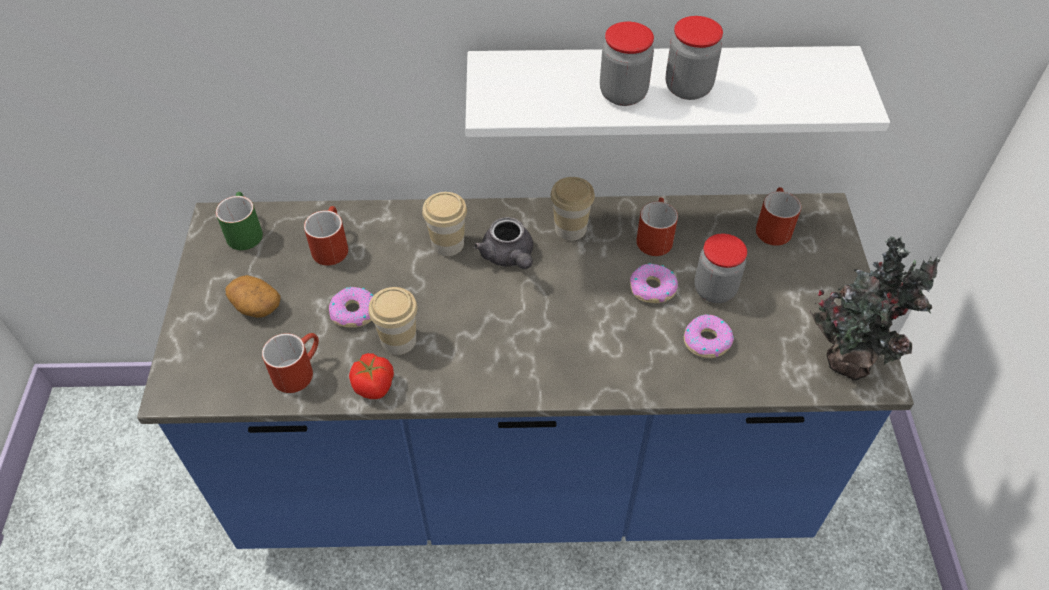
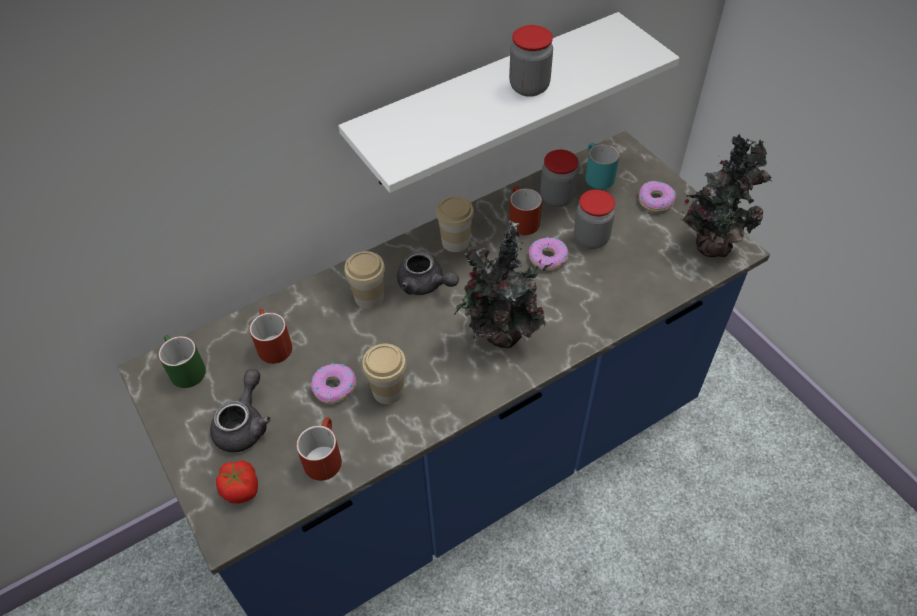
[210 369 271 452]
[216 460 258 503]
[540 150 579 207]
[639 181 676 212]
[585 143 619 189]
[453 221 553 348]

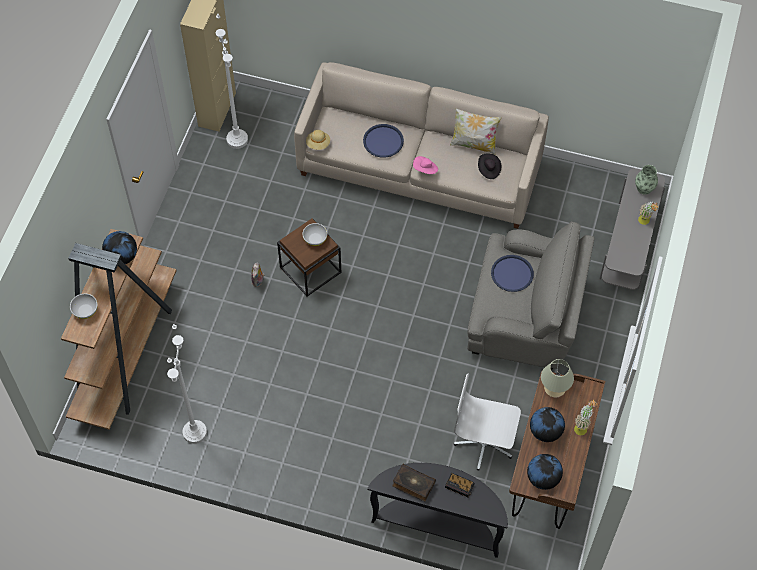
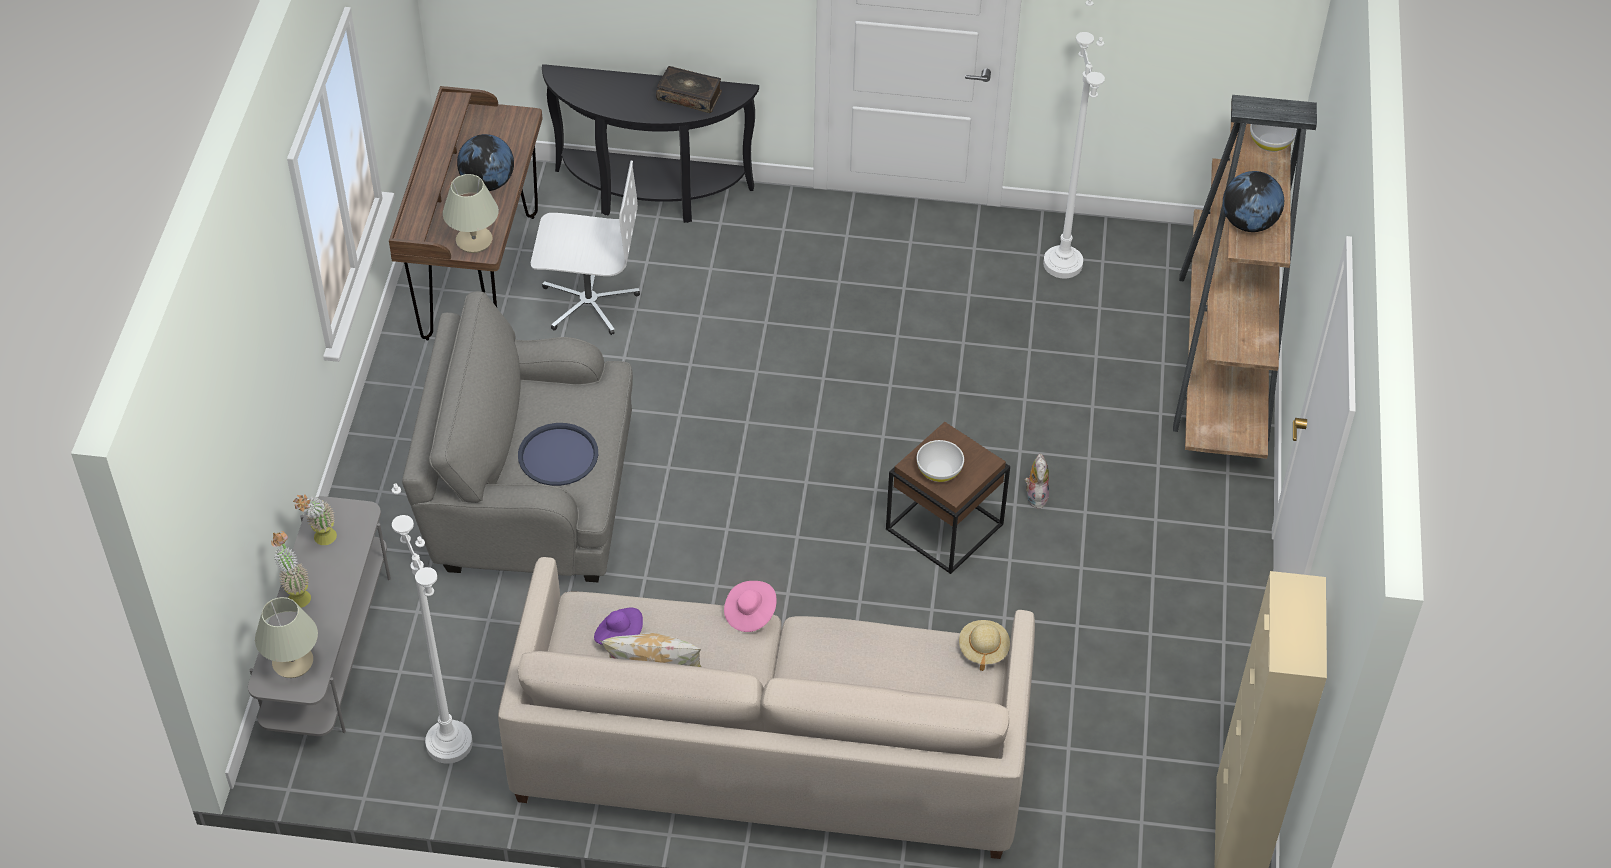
[392 483 473 764]
[363 124 404 158] (first image)
[445 473 475 497] (first image)
[594 608 643 645]
[527 454 563 490] (first image)
[293 494 337 545]
[255 597 318 678]

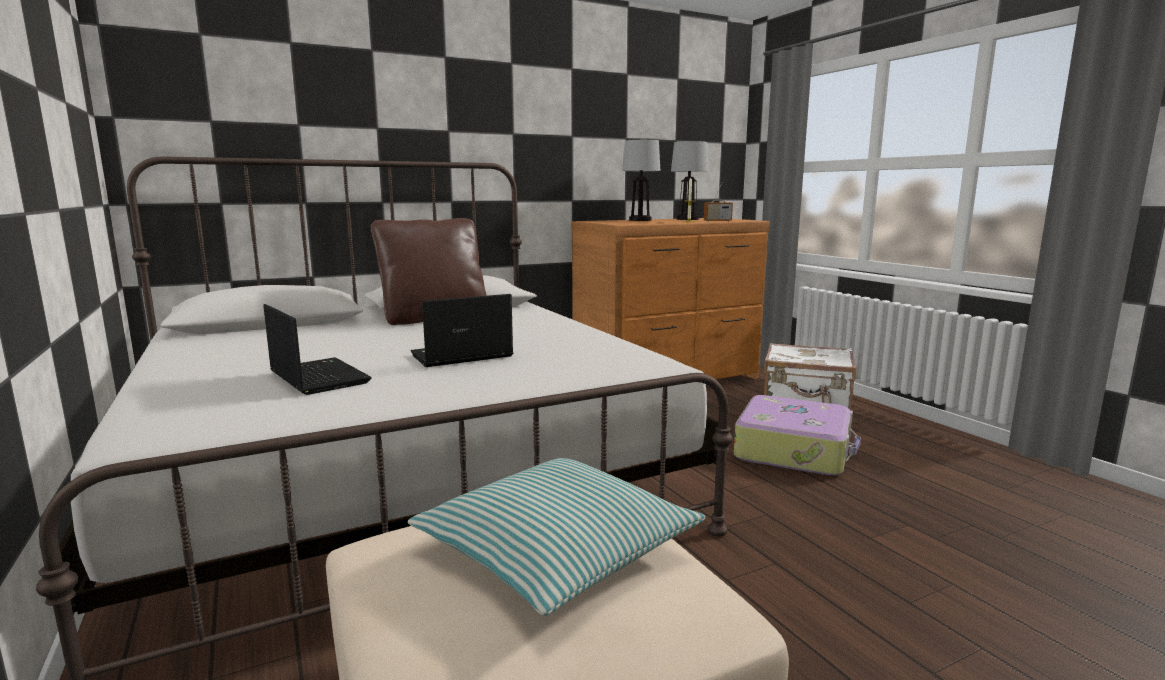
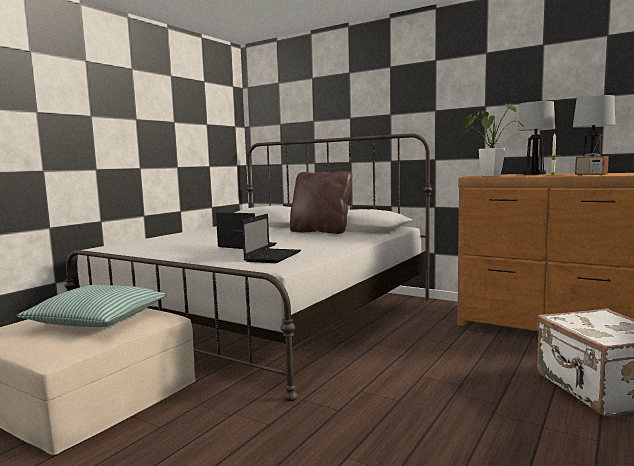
[242 214 301 263]
[734 395 861 476] (first image)
[463 104 524 176]

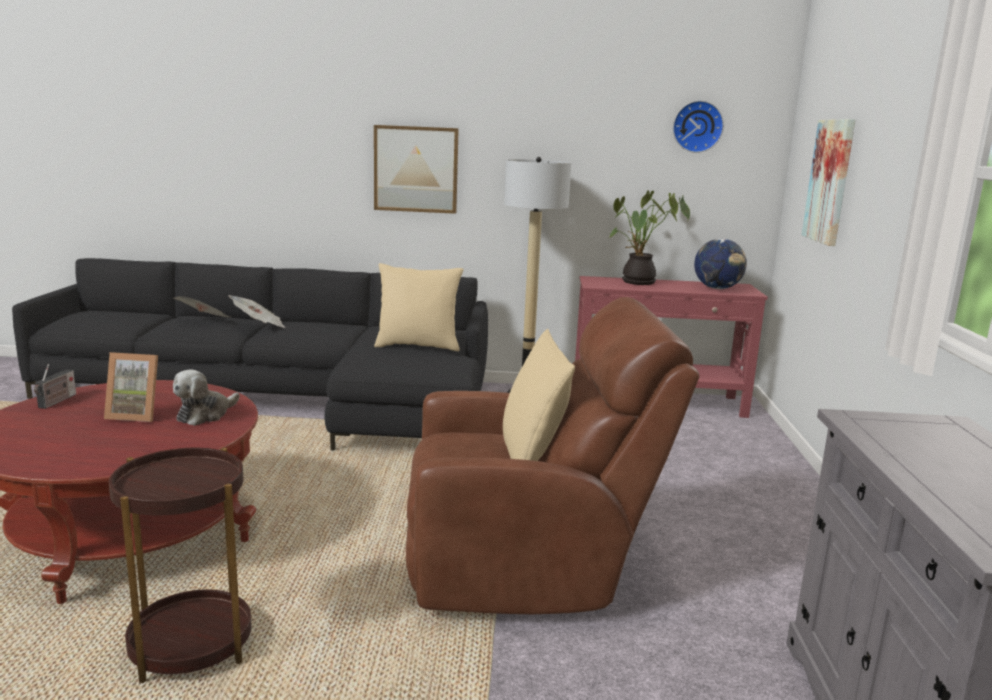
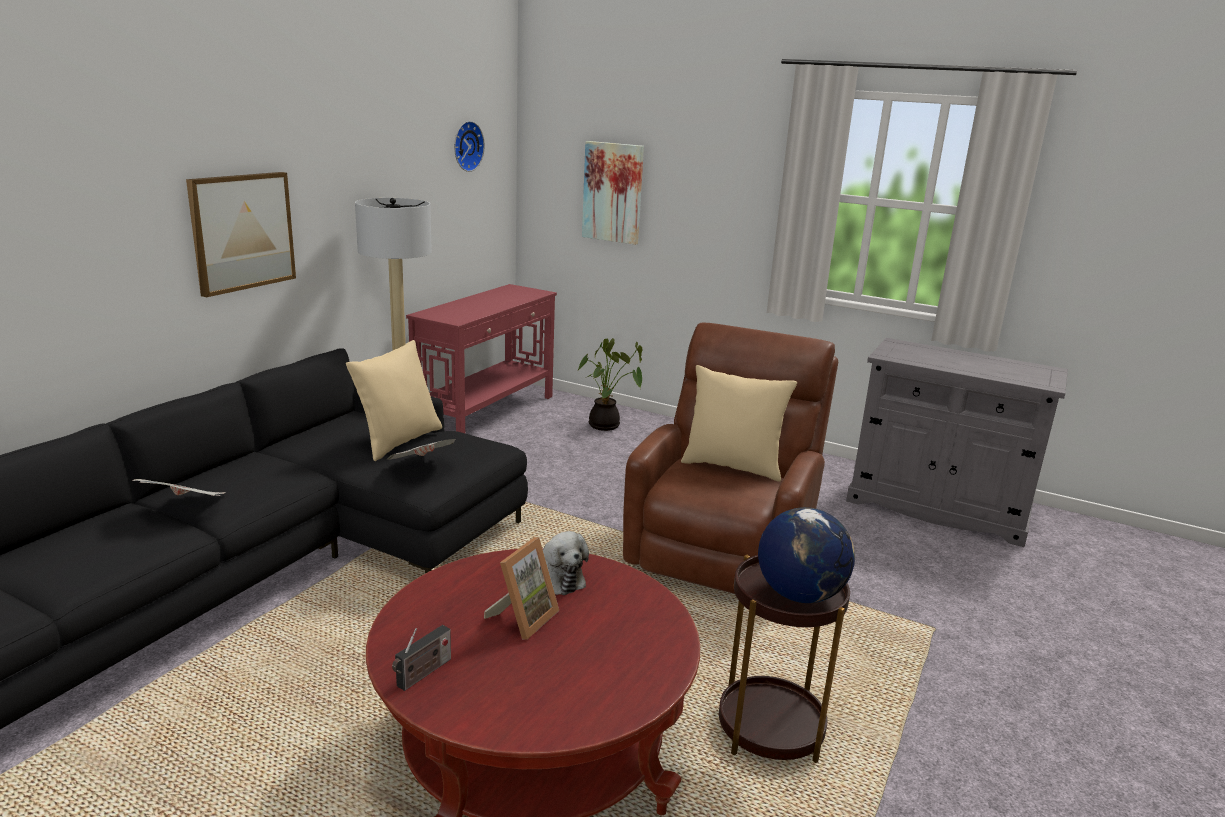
[392 625 451 691]
[387 439 456 460]
[577 338 643 431]
[758 507 855 603]

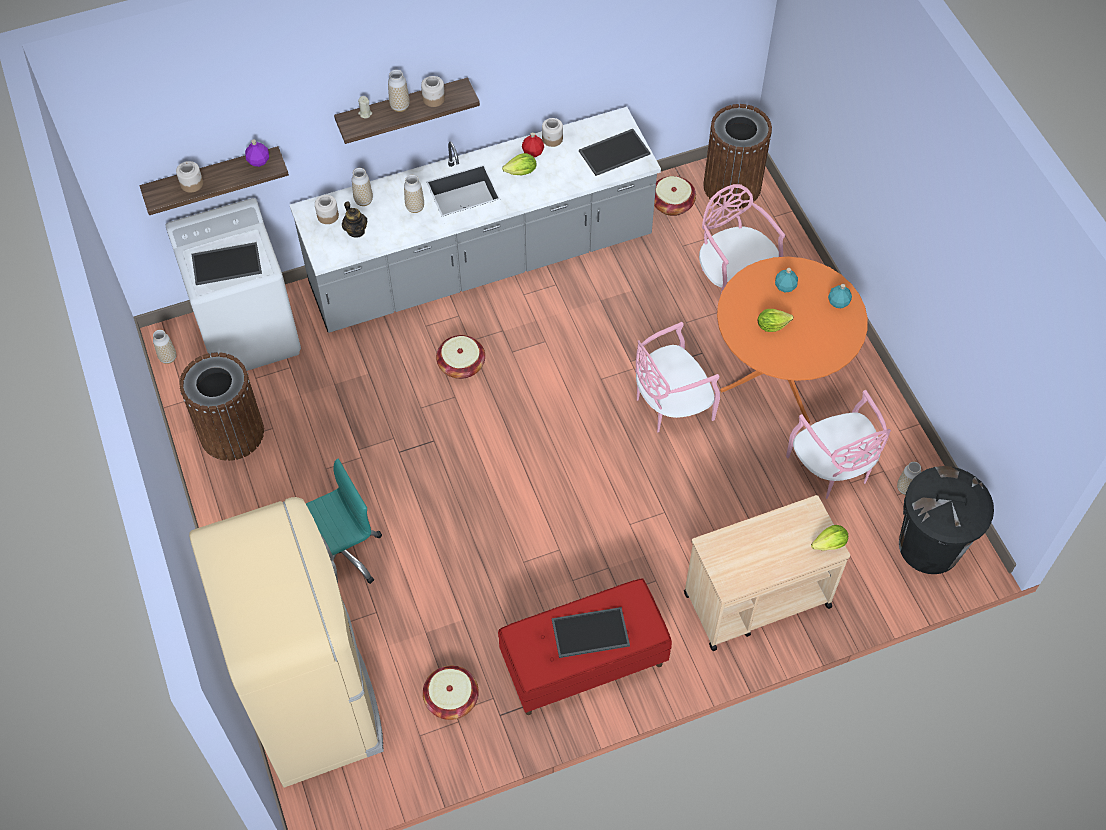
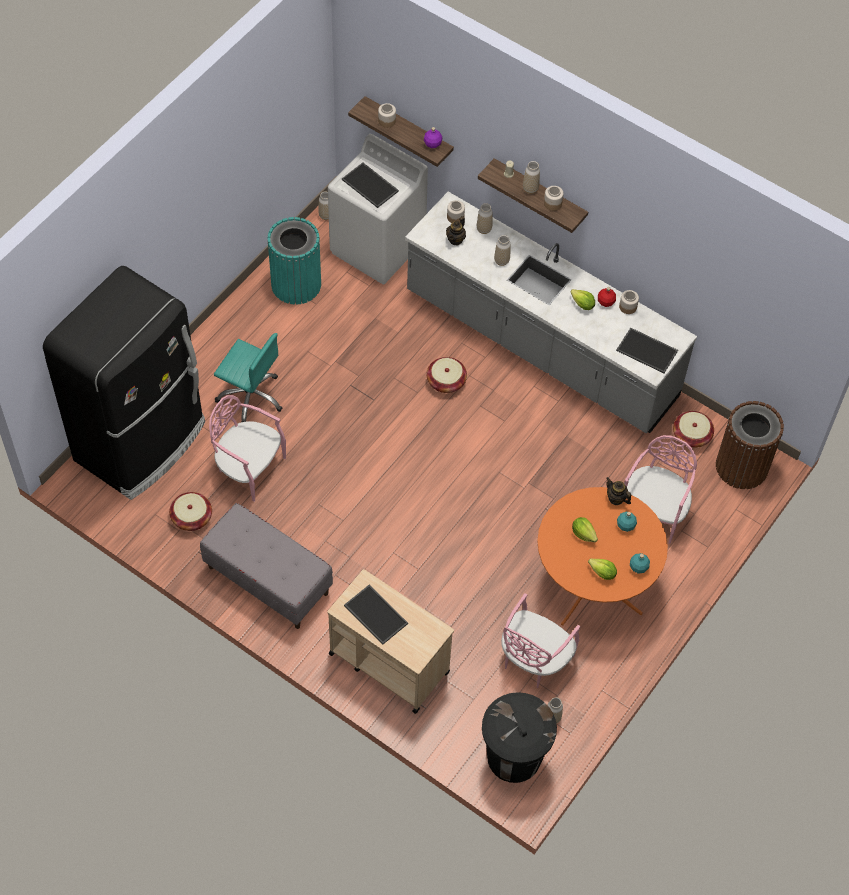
[267 217 321 305]
[43 266 205 500]
[200 503 333 629]
[344 585 408 645]
[209 395 286 502]
[588 558 617 580]
[606 477 631 505]

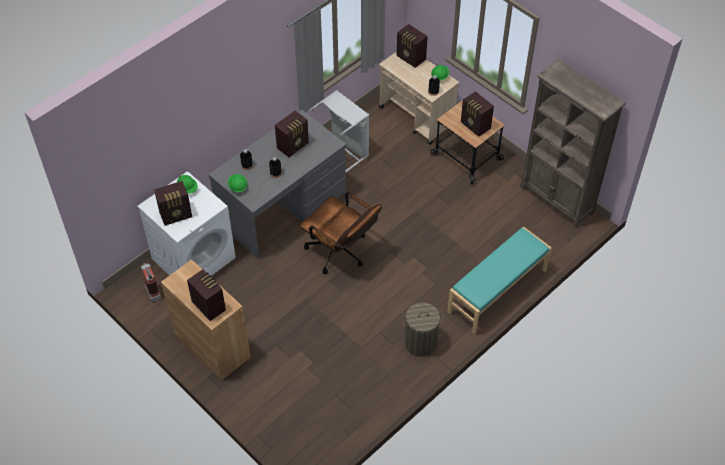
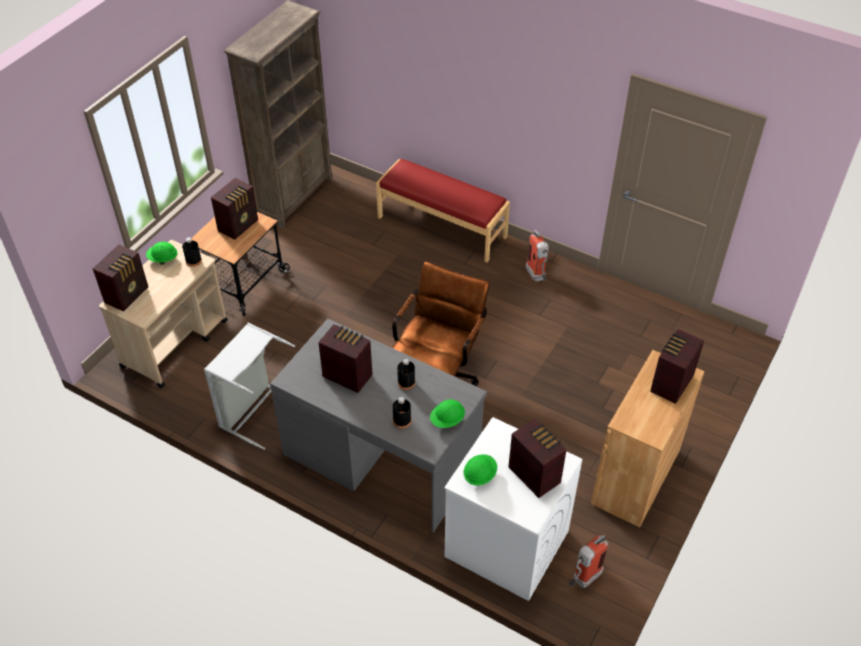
[526 230 549 282]
[376 159 510 262]

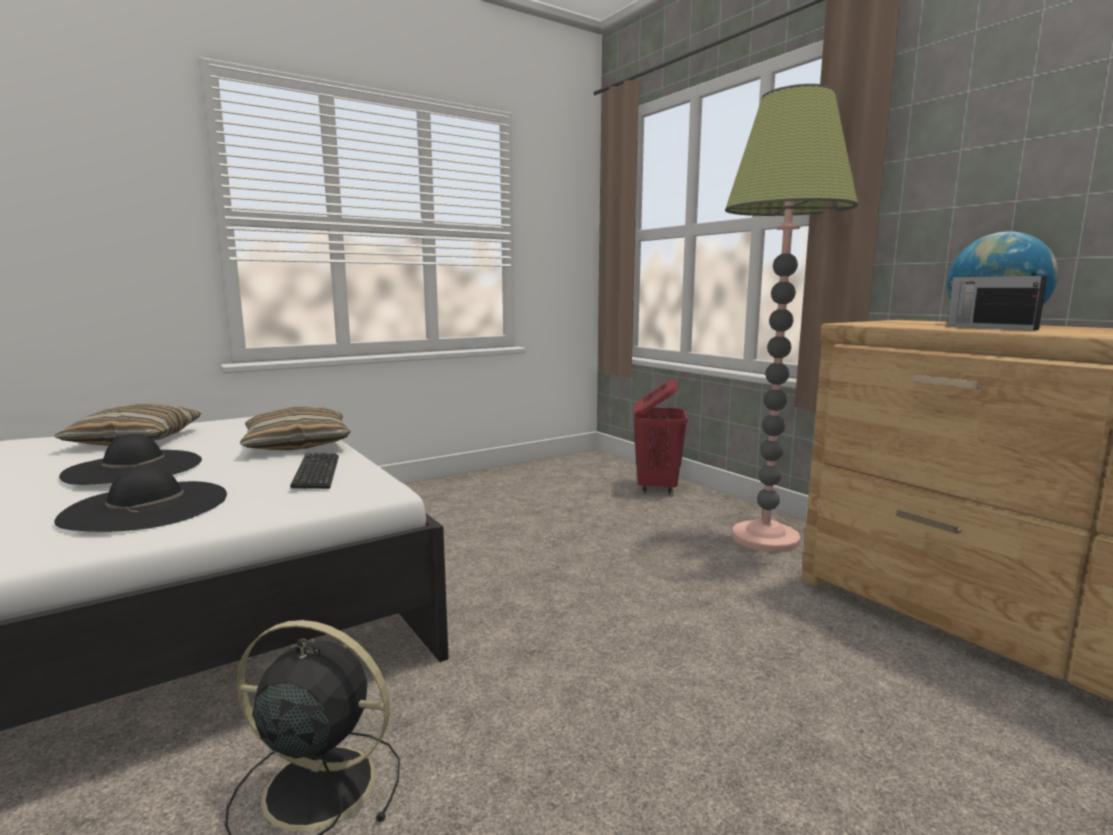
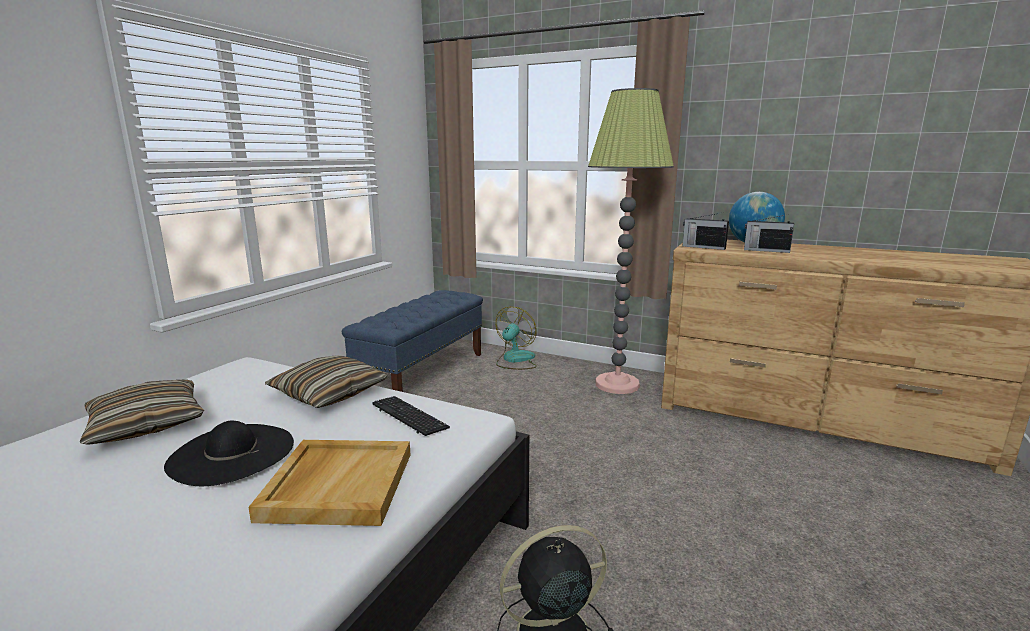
[248 440 411 526]
[496 307 537 370]
[342 290 483 392]
[683 213 729 250]

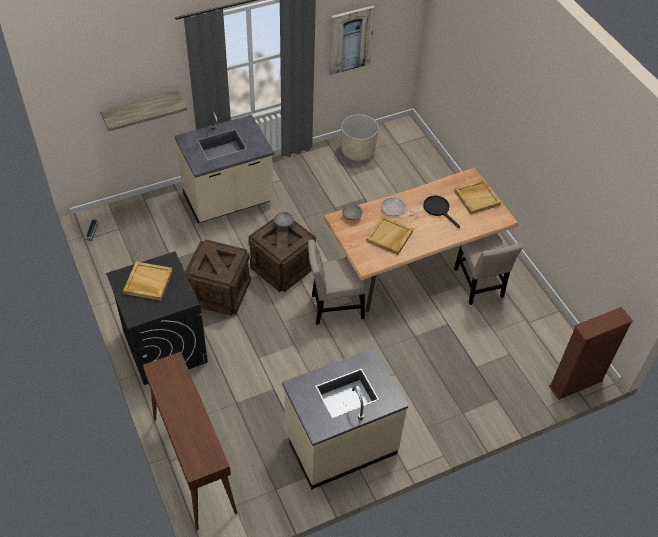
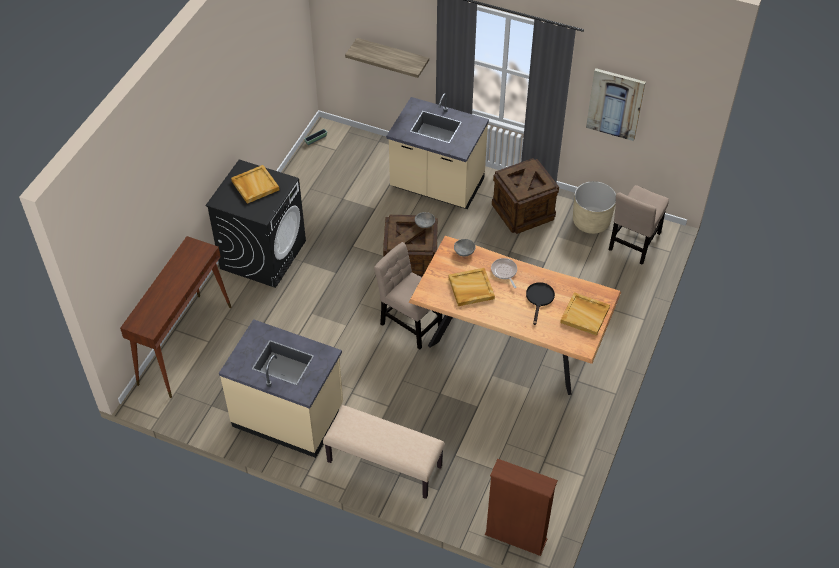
[492 158 559 234]
[609 185 669 265]
[323 405 445 499]

